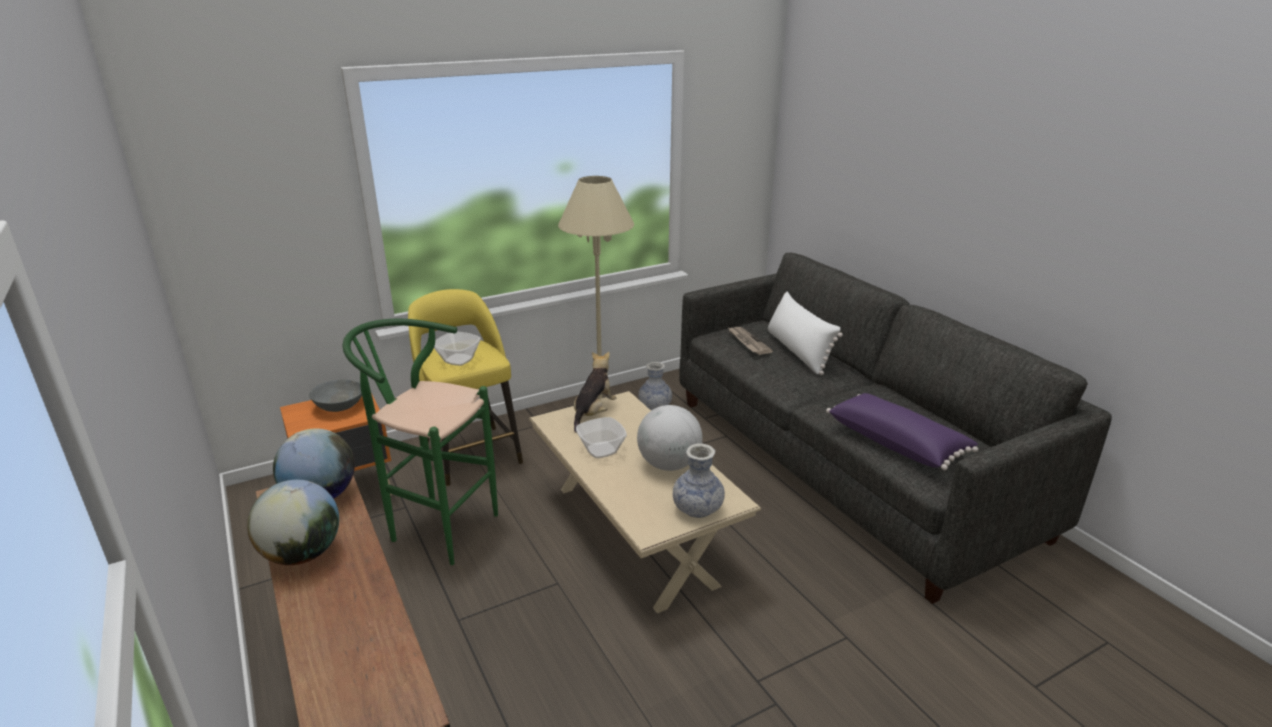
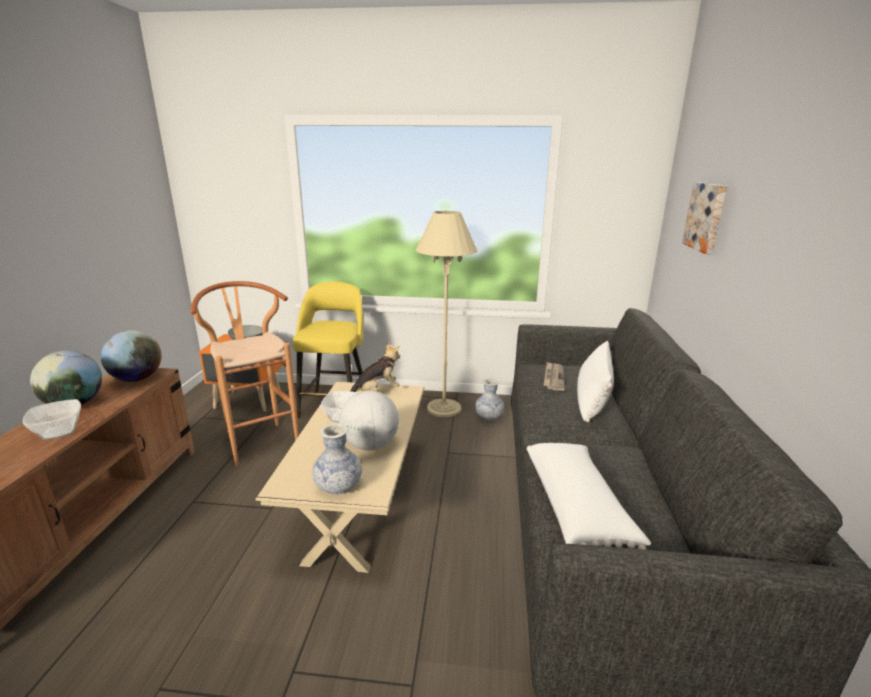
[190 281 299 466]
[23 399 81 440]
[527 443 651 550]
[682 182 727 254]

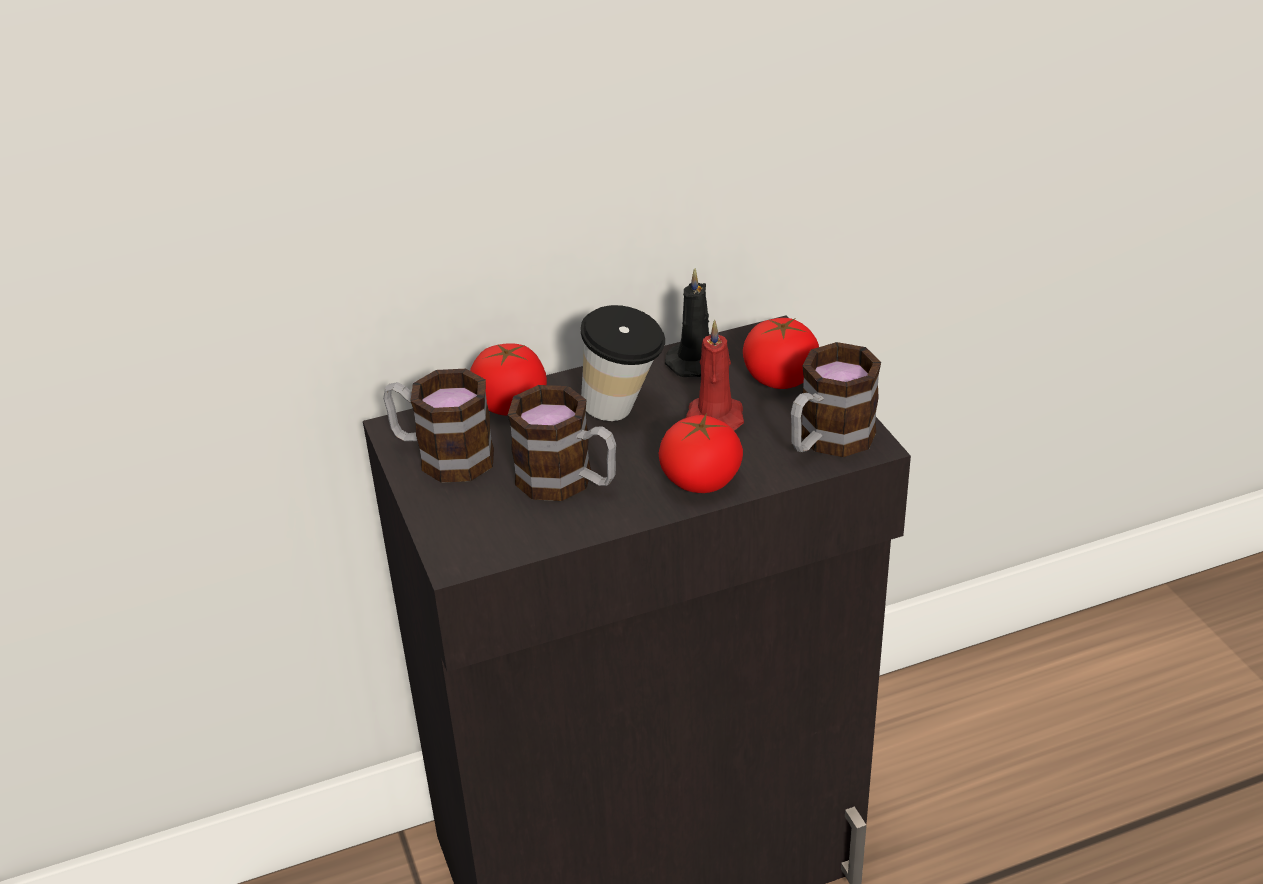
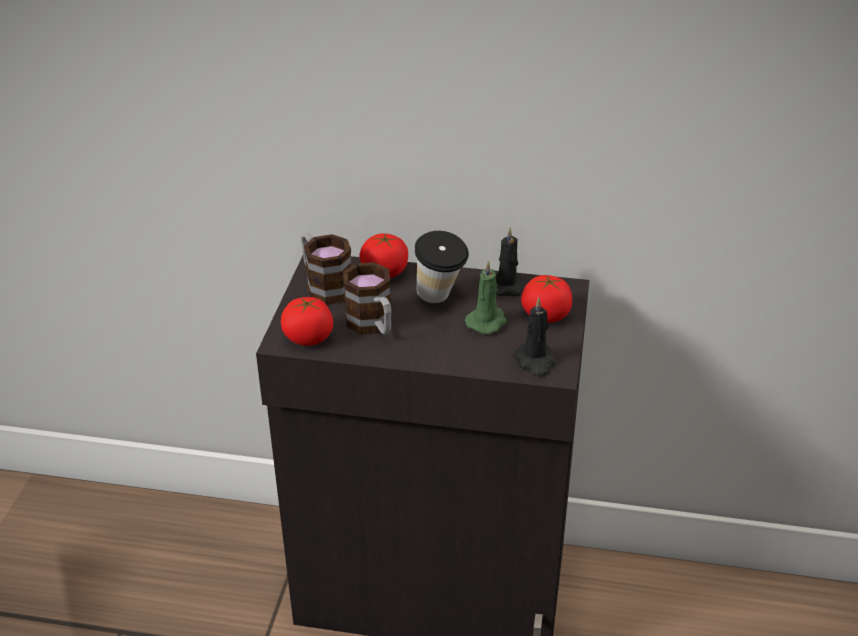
[281 297 333 346]
[465 260 507 334]
[513 297 555 376]

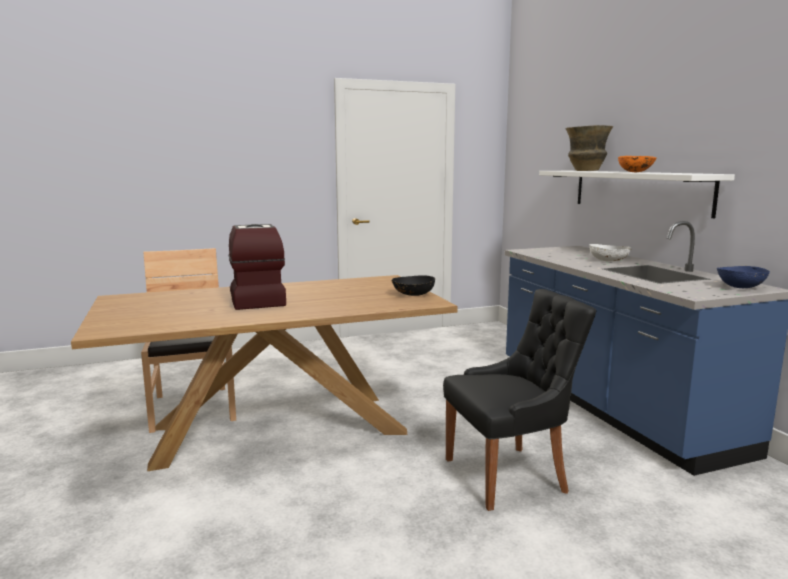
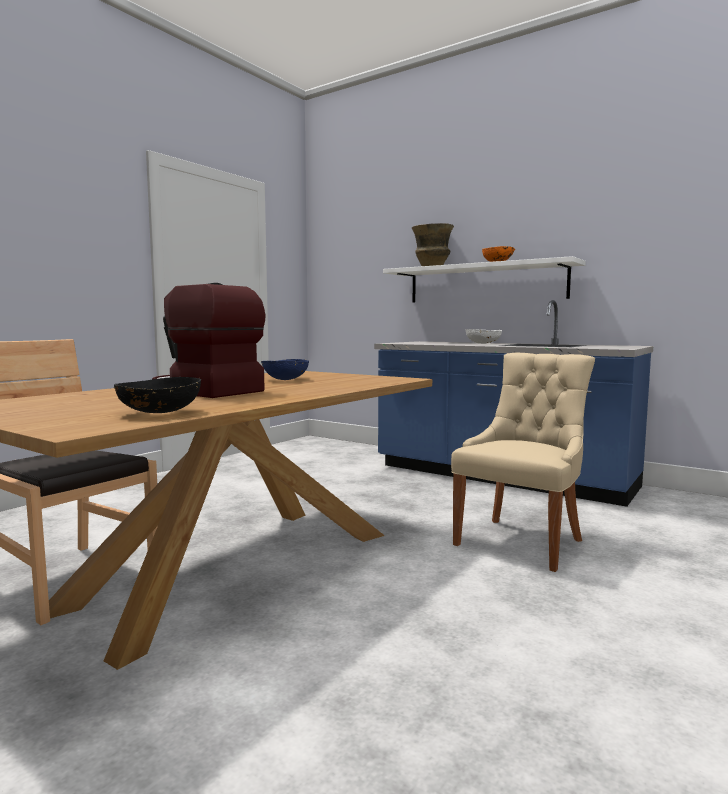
[114 377 201 413]
[451 353 595 572]
[261 359 309 380]

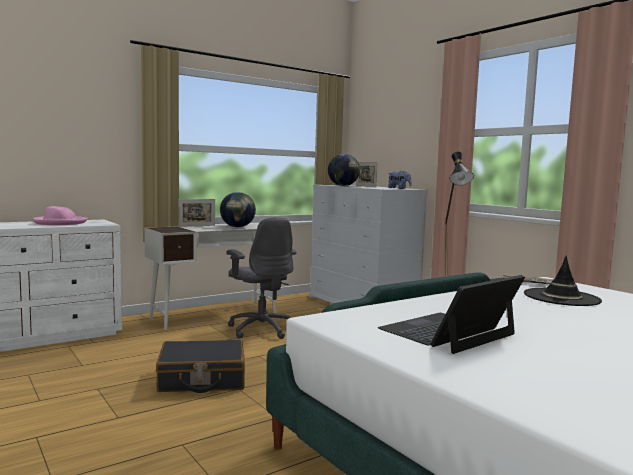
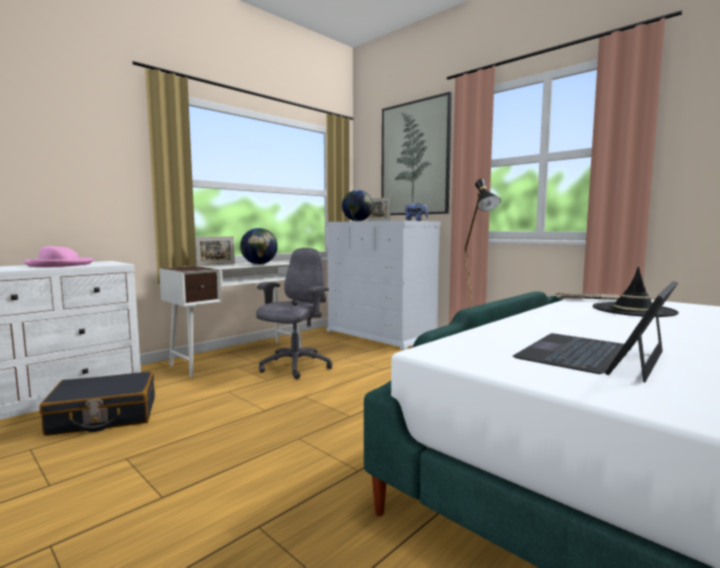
[39 372 155 436]
[256 248 333 379]
[381 92 452 215]

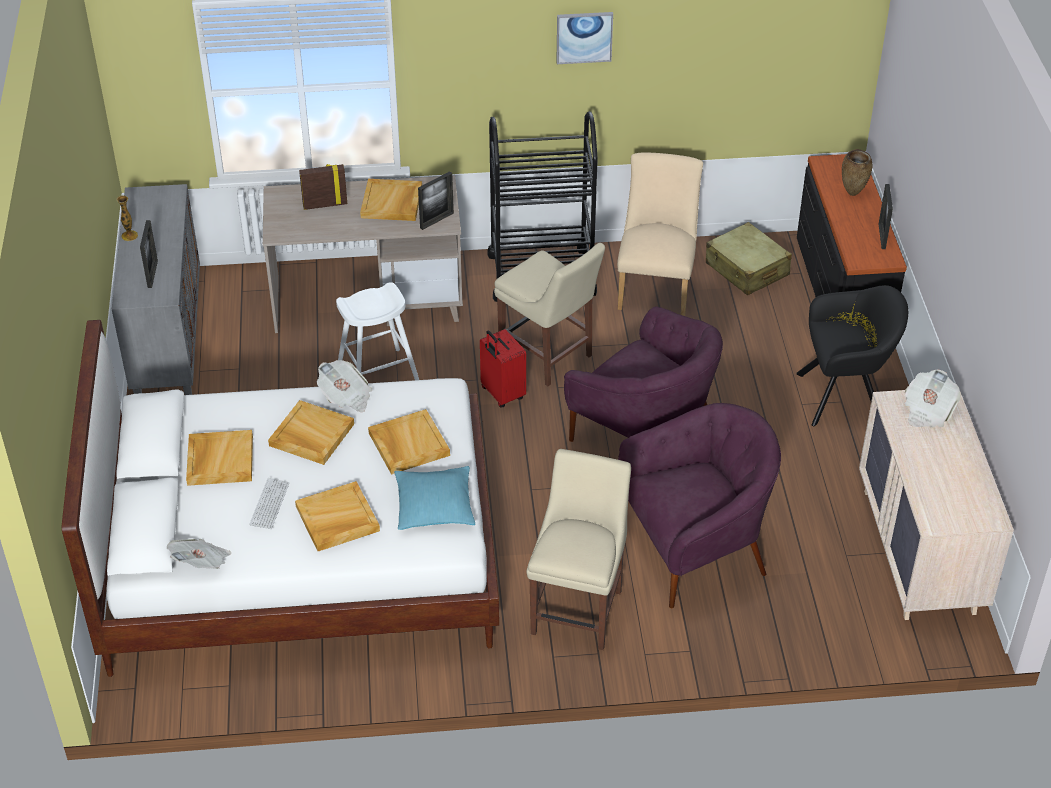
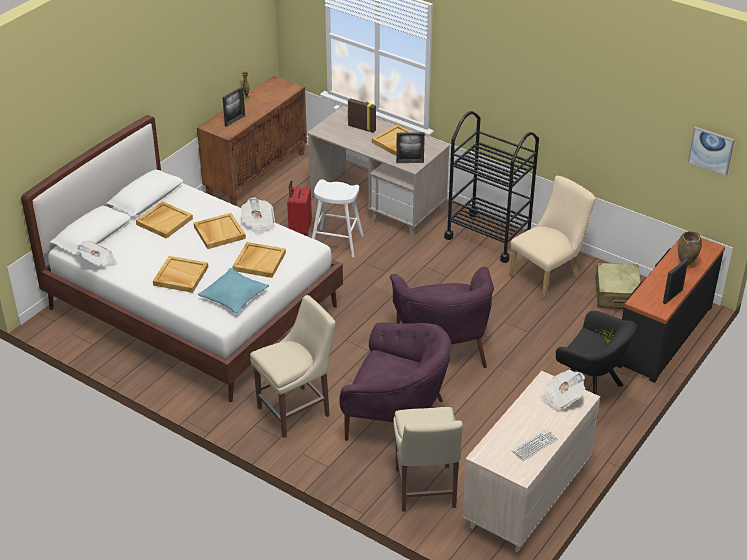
[197 76 307 206]
[512 428 558 462]
[287 180 312 236]
[393 407 463 512]
[688 127 735 176]

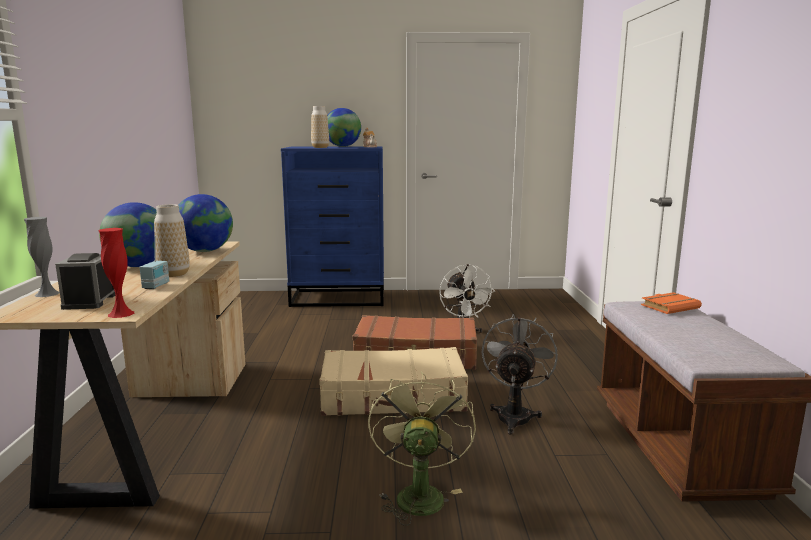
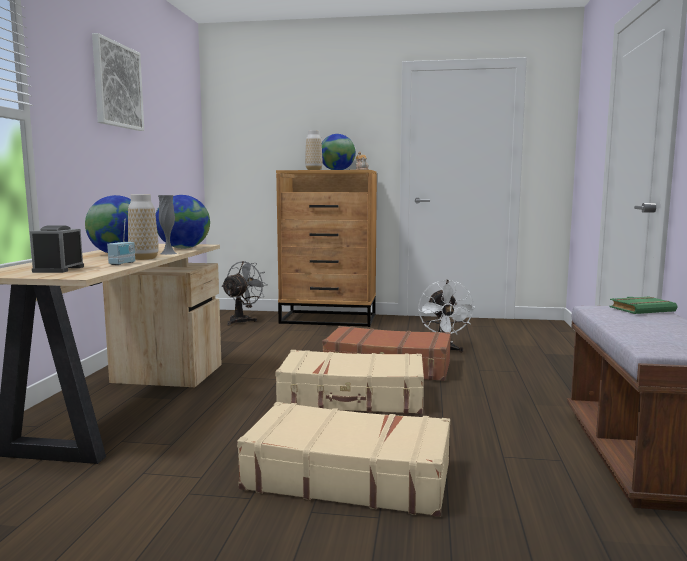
[158 195 177 255]
[98 228 134 318] (first image)
[276 170 377 327]
[237 402 450 517]
[222 261 268 326]
[609 296 677 314]
[92 33 144 131]

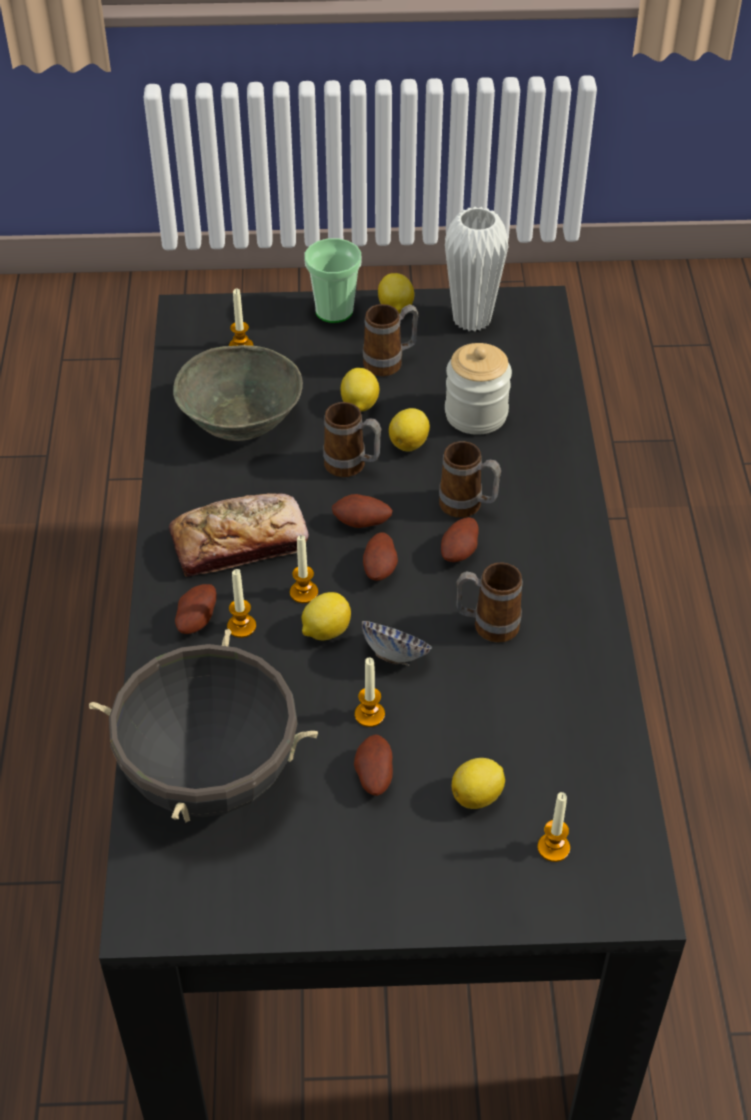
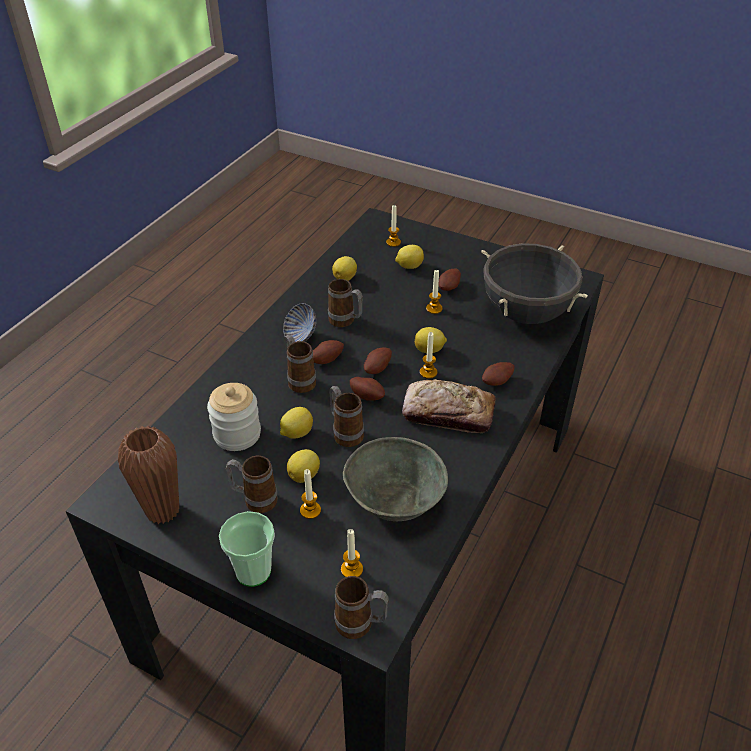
[300 469 321 519]
[283 303 316 342]
[332 256 357 281]
[118 426 179 524]
[334 576 389 639]

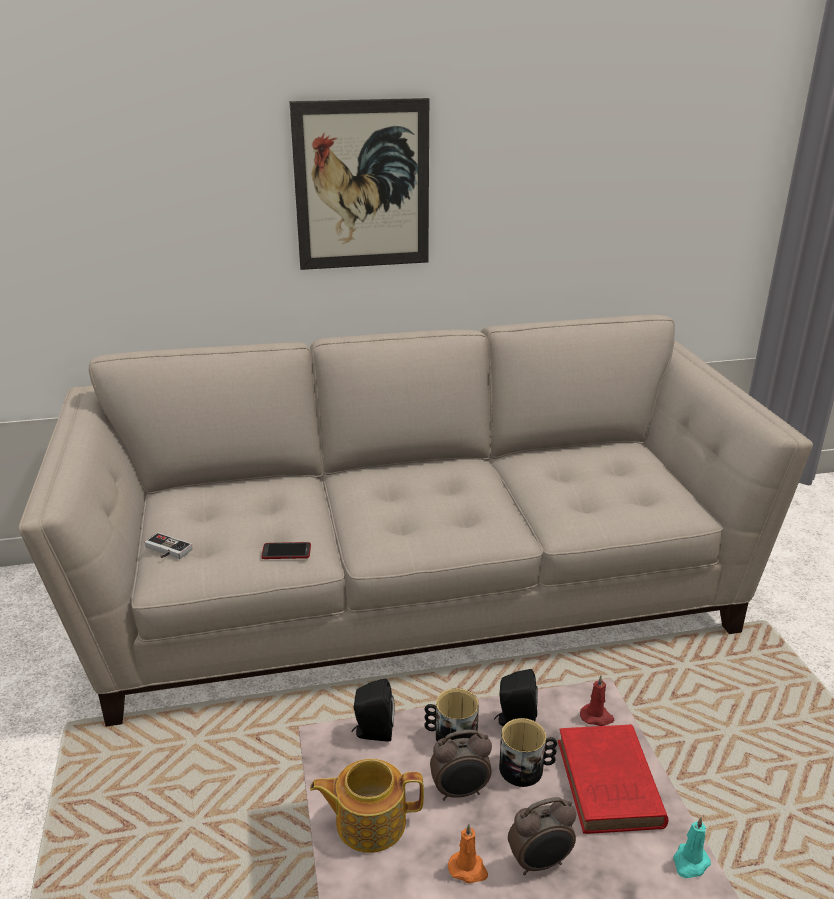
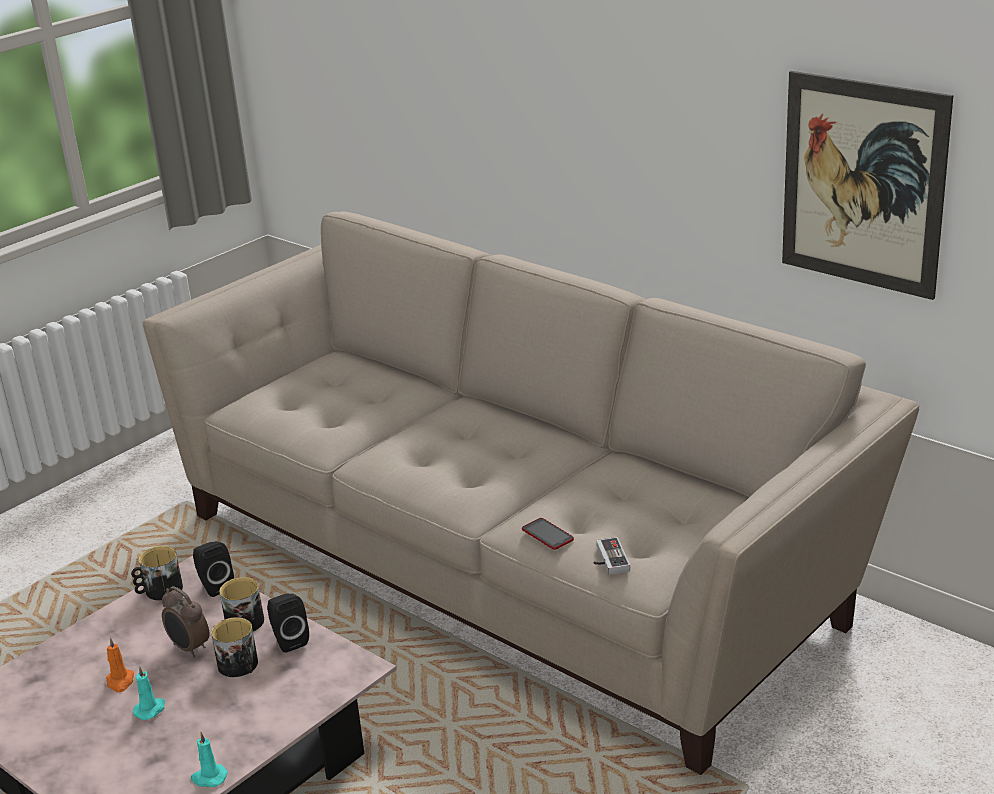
[593 537 630 574]
[522 518 574 550]
[782 71 953 300]
[310 759 424 853] (first image)
[133 666 165 720]
[558 724 668 834] (first image)
[580 675 614 726] (first image)
[131 546 183 600]

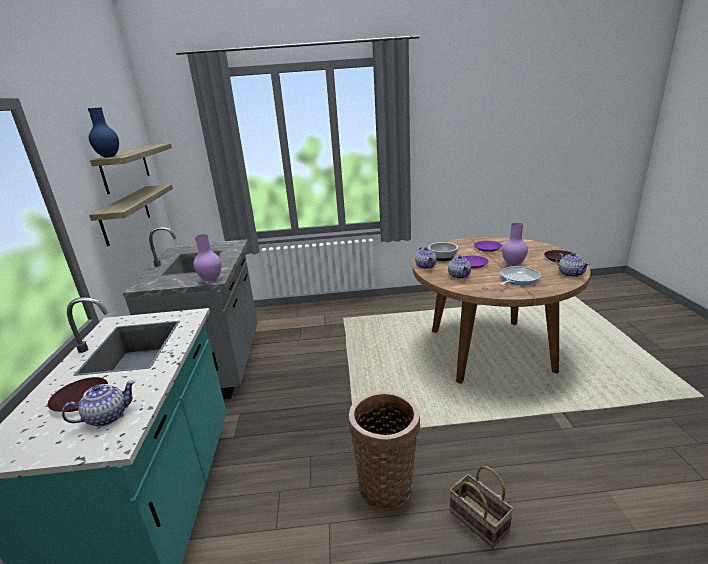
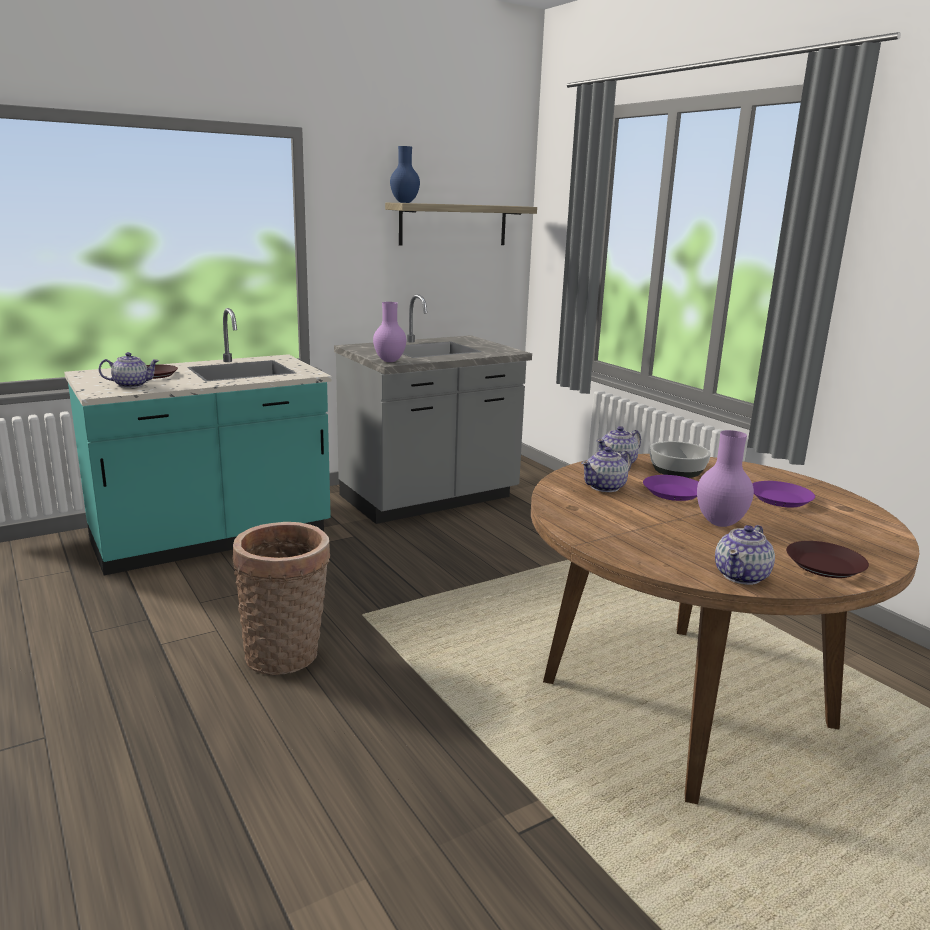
[99 352 159 388]
[89 184 173 246] (first image)
[450 466 514 548] (first image)
[499 266 541 286] (first image)

